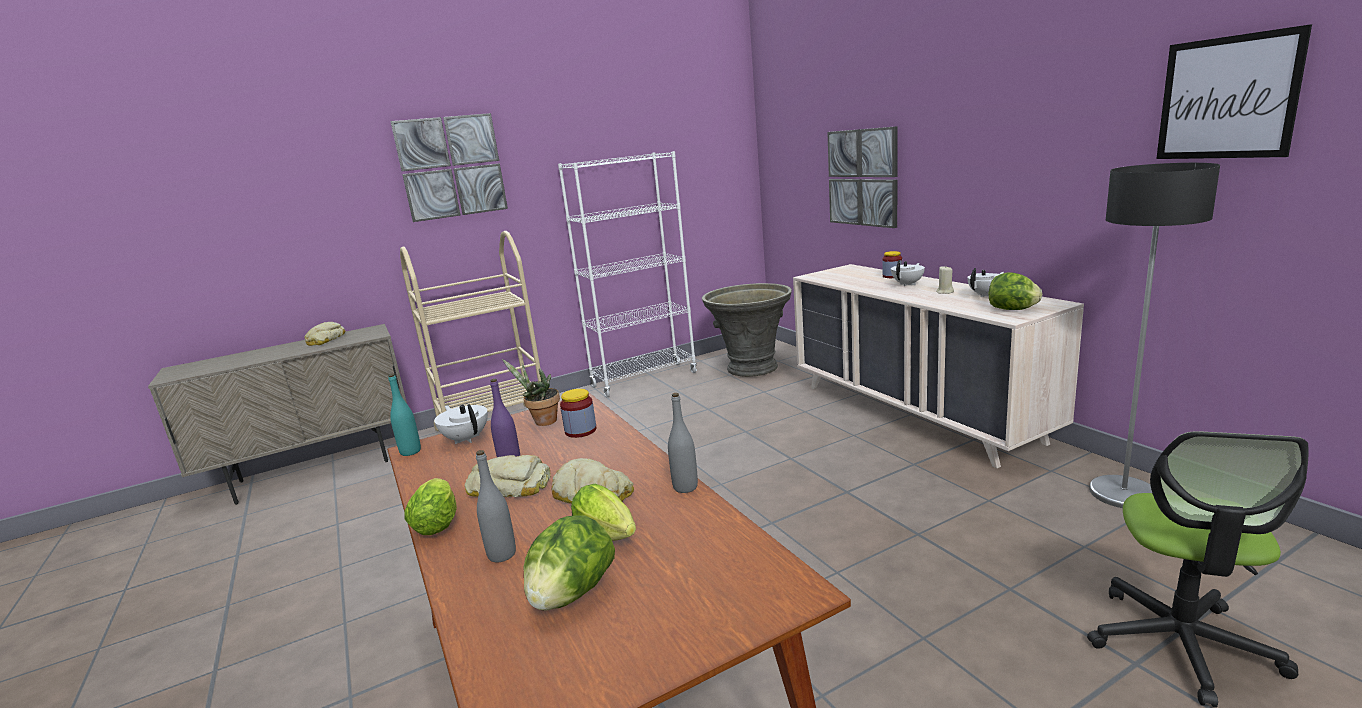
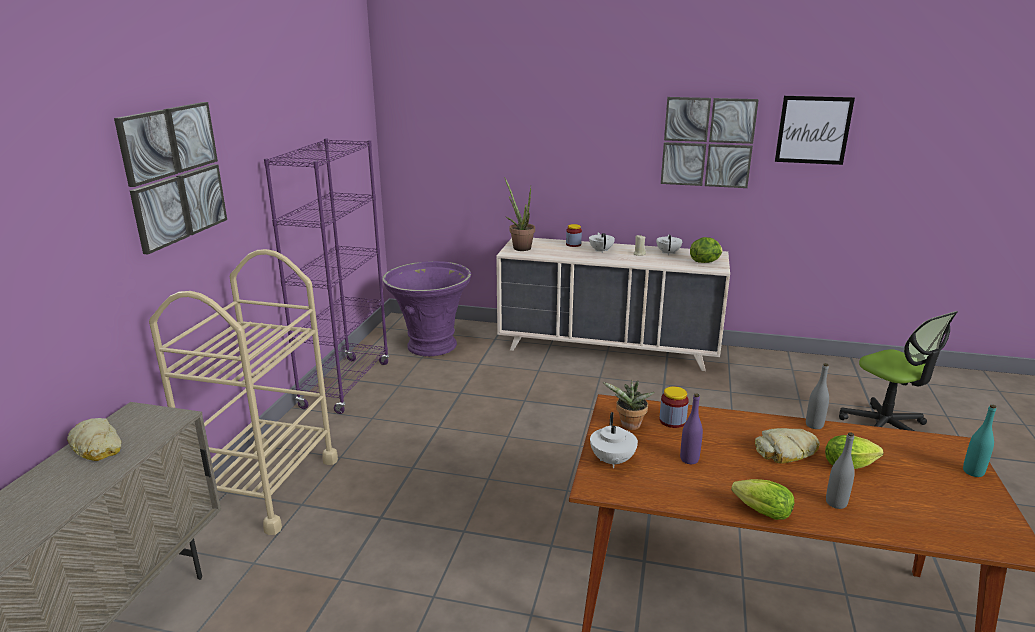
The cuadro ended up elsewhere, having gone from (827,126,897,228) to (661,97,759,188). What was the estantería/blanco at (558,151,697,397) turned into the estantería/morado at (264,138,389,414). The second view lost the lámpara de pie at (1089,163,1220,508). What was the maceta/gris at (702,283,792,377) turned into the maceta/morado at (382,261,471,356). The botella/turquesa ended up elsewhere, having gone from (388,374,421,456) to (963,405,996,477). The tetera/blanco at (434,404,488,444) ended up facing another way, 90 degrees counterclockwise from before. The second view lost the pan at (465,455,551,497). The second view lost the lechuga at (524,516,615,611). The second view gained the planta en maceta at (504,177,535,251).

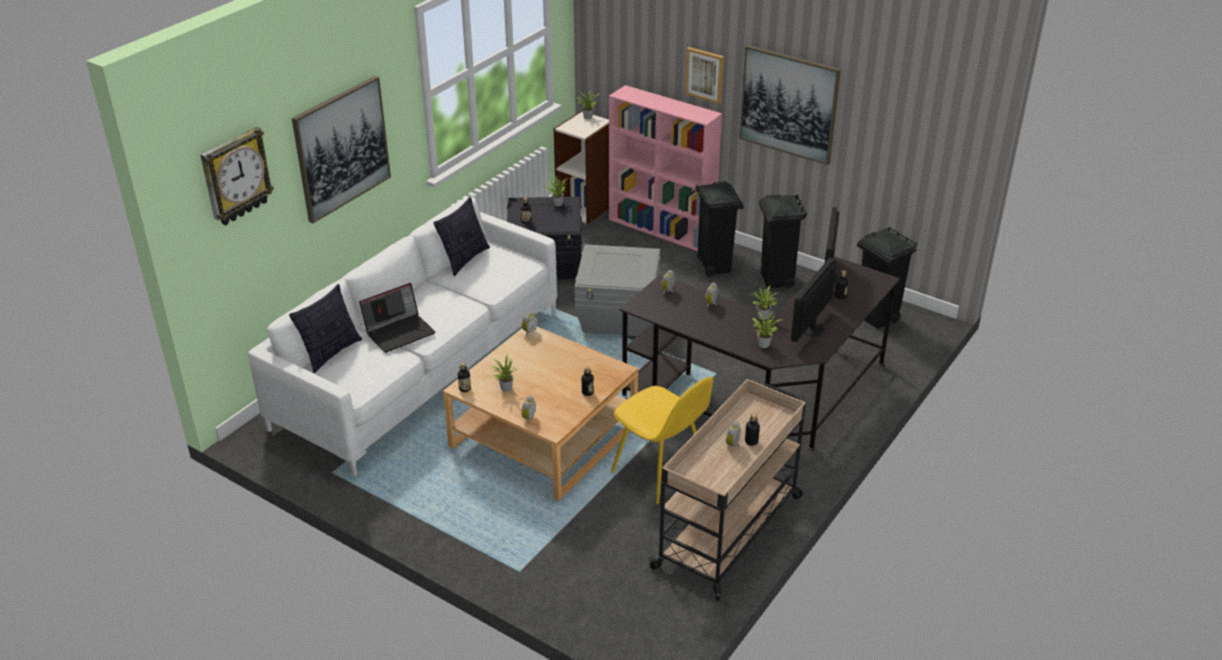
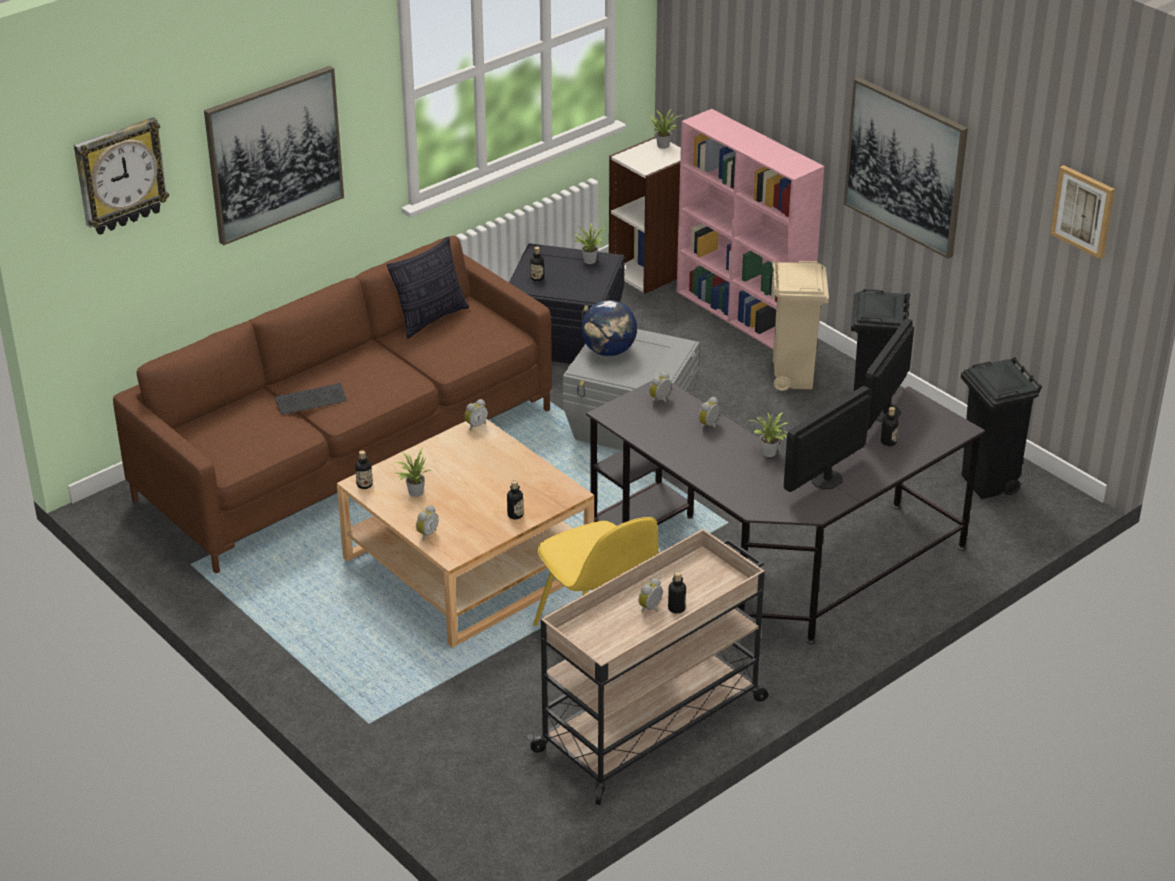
The cuadro ended up elsewhere, having gone from (685,47,724,104) to (1050,165,1115,259). What was the papelera/negro at (696,181,744,276) turned into the papelera/beis at (772,261,829,391). What was the sofá/blanco at (248,196,557,476) turned into the sofá/marrón at (113,236,552,574). Where the portátil stood at (359,283,435,353), the teclado came to stand at (274,383,347,415). The second view lost the cojín at (289,284,362,373). The second view lost the planta en maceta at (752,312,784,348). The second view gained the globo terráqueo at (581,300,637,356).

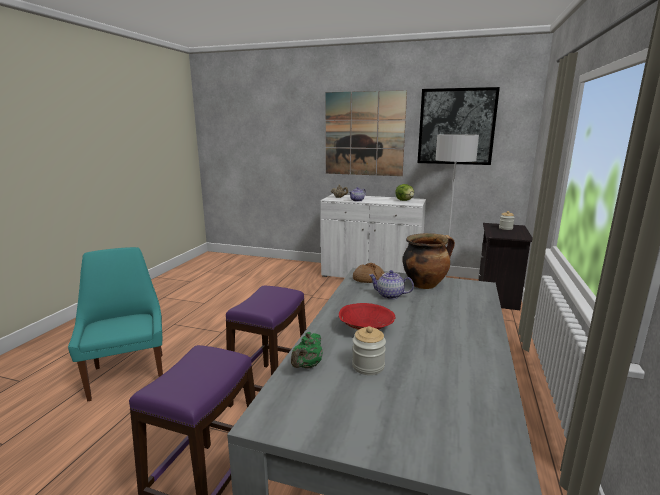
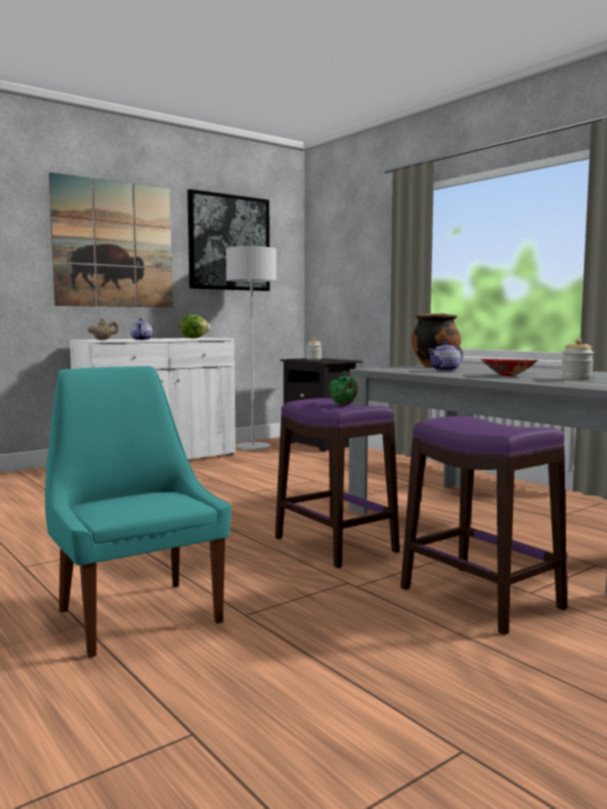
The silla/turquesa at (68,247,163,402) ended up facing another way, 45 degrees clockwise from before. The second view lost the pan at (353,263,385,283). The tetera/verde ended up elsewhere, having gone from (291,332,323,369) to (329,371,359,404).

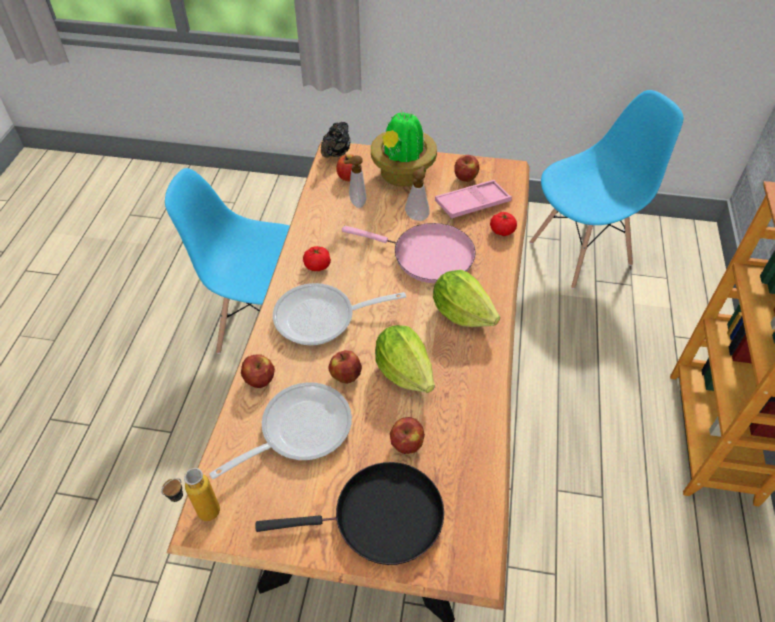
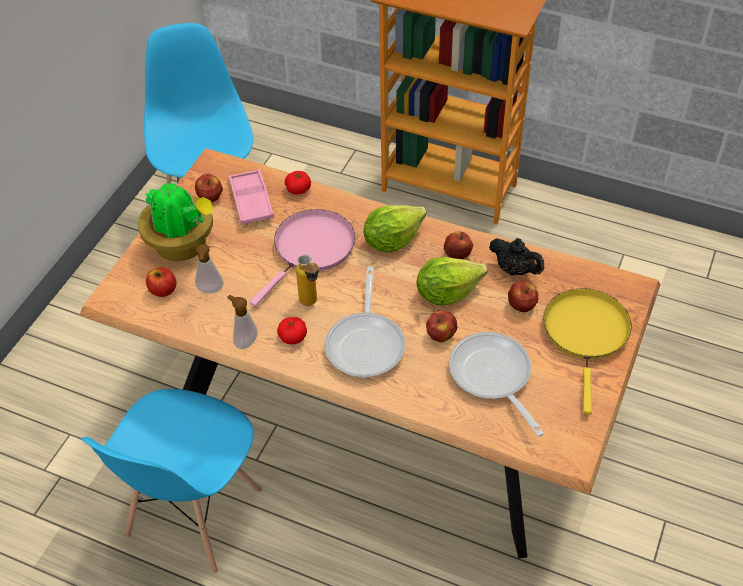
The tetera/negro ended up elsewhere, having gone from (321,122,350,158) to (489,238,544,276). The dispensador de jabón ended up elsewhere, having gone from (405,166,430,221) to (228,295,258,349). The manzana ended up elsewhere, having gone from (241,354,275,388) to (444,231,473,259). What was the sartén/negro at (256,462,444,565) turned into the sartén/amarillo at (543,288,632,414). The botella ended up elsewhere, having gone from (161,468,220,521) to (296,255,319,306).

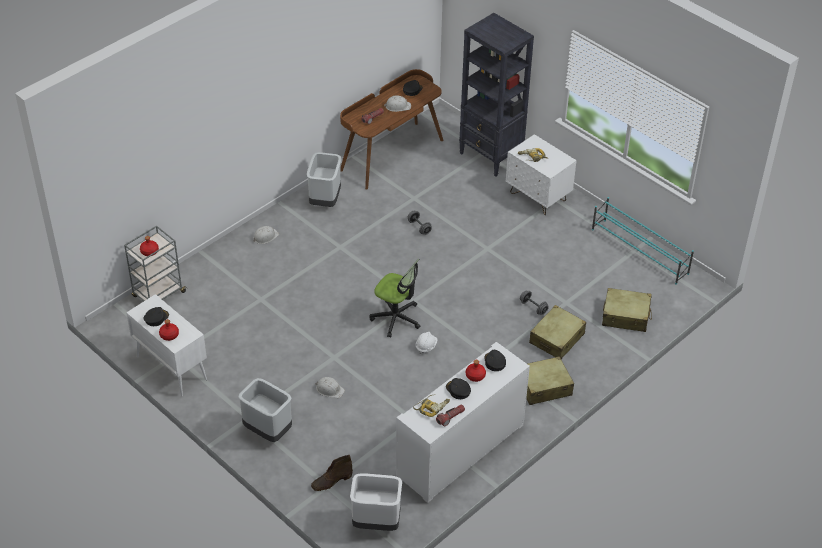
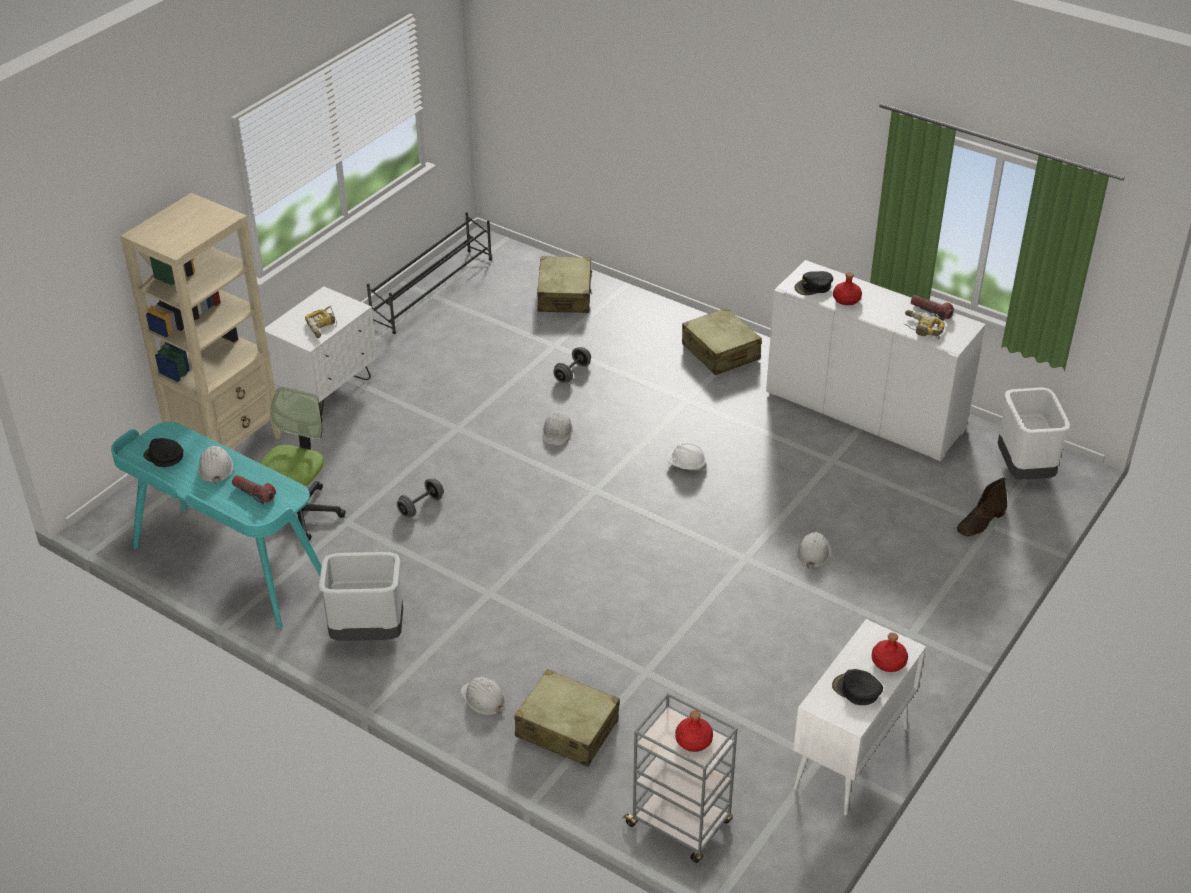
What was the estantería/negro at (459,13,534,177) turned into the estantería/beis at (120,193,281,449). What was the escritorio/marrón at (340,69,444,190) turned into the escritorio/turquesa at (111,422,322,629). What was the zapatero/turquesa at (592,197,694,285) turned into the zapatero/negro at (367,212,492,334). The silla de oficina ended up elsewhere, having gone from (370,259,420,338) to (260,387,346,541). The maleta/beis ended up elsewhere, having gone from (529,305,586,359) to (515,669,620,767). The second view lost the papelera/gris at (238,378,292,442). The second view lost the gorra/negro at (446,378,471,399). The bota/marrón at (311,455,353,491) ended up facing another way, 90 degrees clockwise from before. The second view gained the casco/blanco at (542,411,573,446).

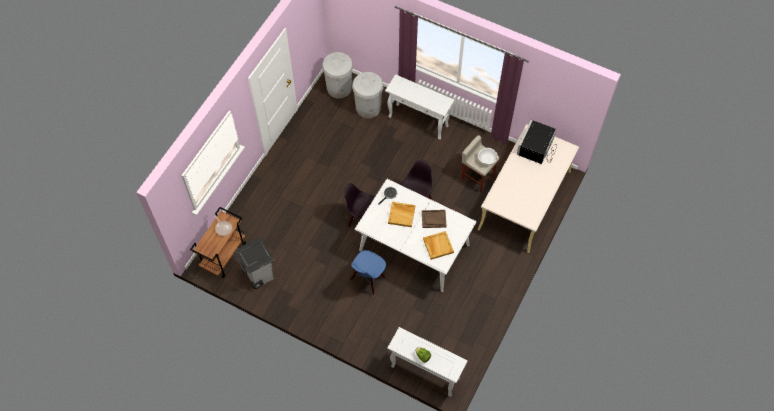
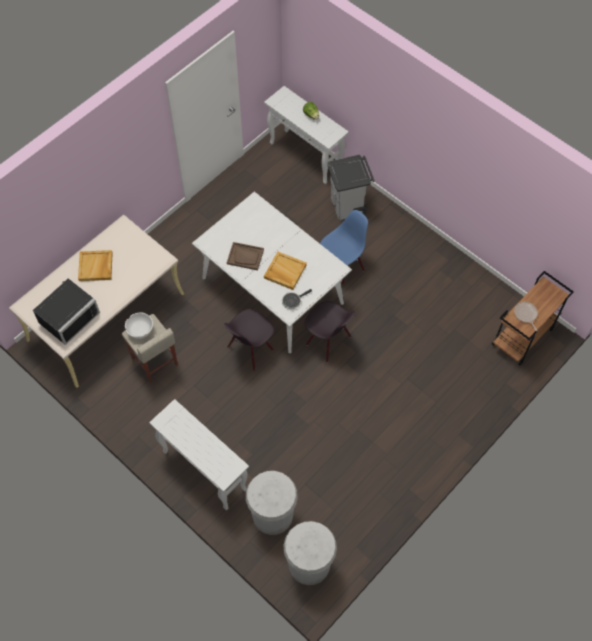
The bandeja/beis ended up elsewhere, having gone from (423,231,454,260) to (78,250,113,281). The papelera/gris ended up elsewhere, having gone from (233,237,274,289) to (328,155,375,220).

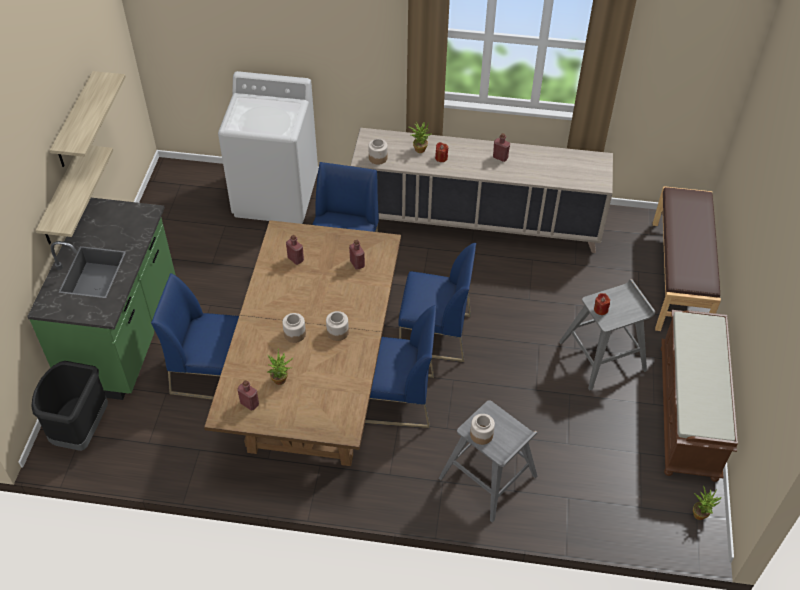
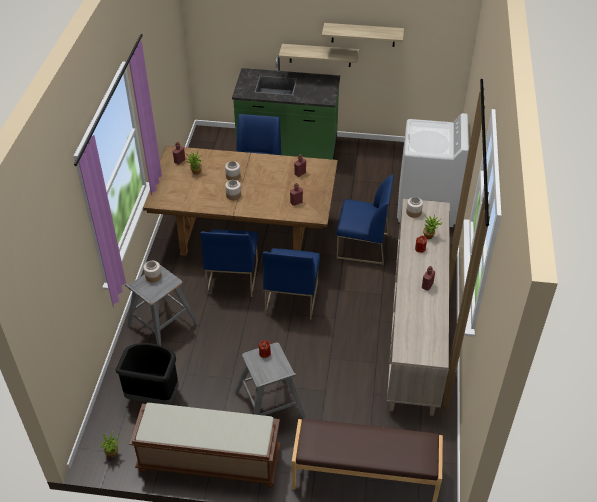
The papelera/negro ended up elsewhere, having gone from (31,361,108,451) to (116,343,179,405).

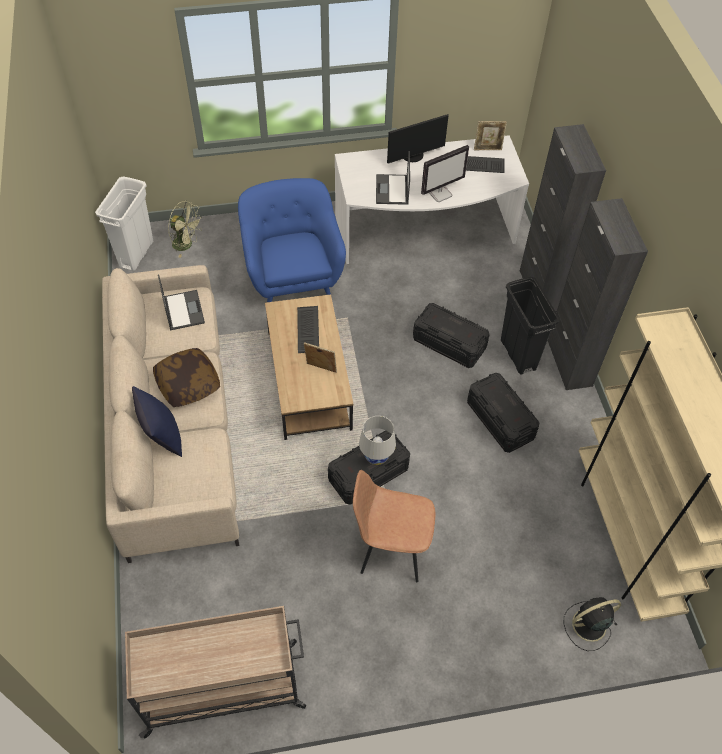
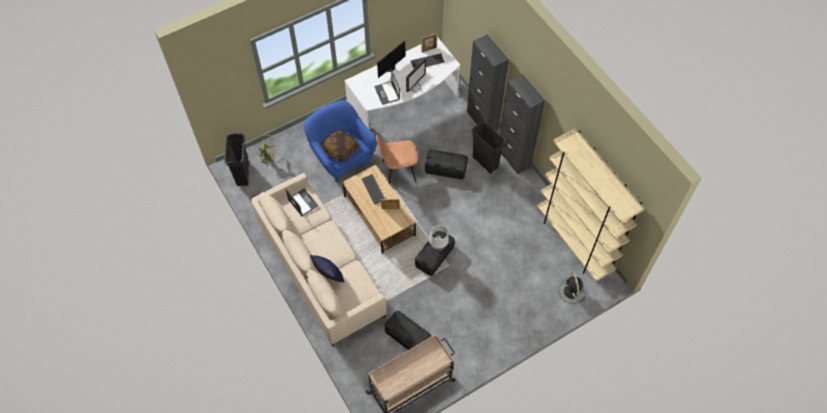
What was the papelera/blanco at (95,177,153,271) turned into the papelera/negro at (224,133,249,186). The cojín ended up elsewhere, having gone from (153,348,220,407) to (321,130,359,162). The caja de almacenaje/negro ended up elsewhere, having gone from (467,373,539,453) to (384,311,431,350). The silla/marrón ended up elsewhere, having gone from (353,470,435,582) to (376,135,418,184). The ventilador/negro at (564,597,621,651) ended up facing another way, 60 degrees counterclockwise from before.

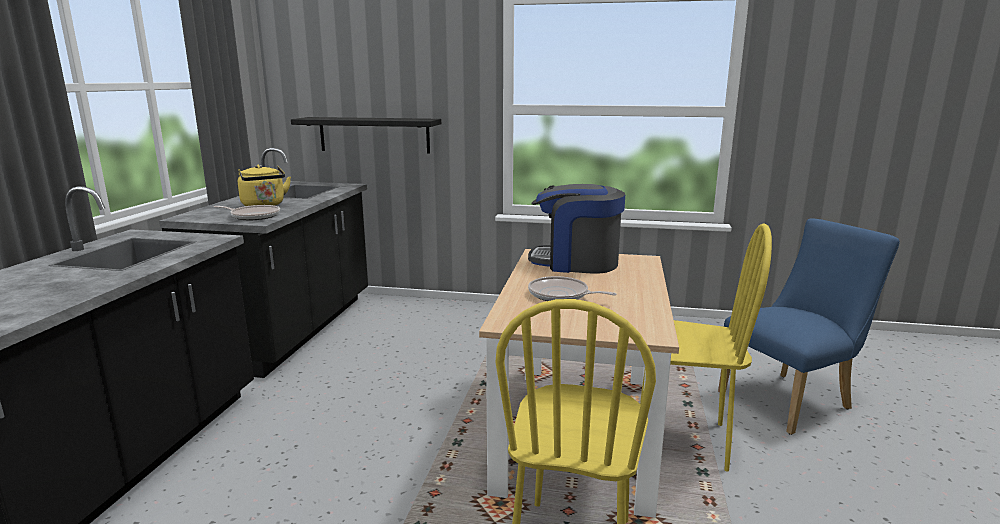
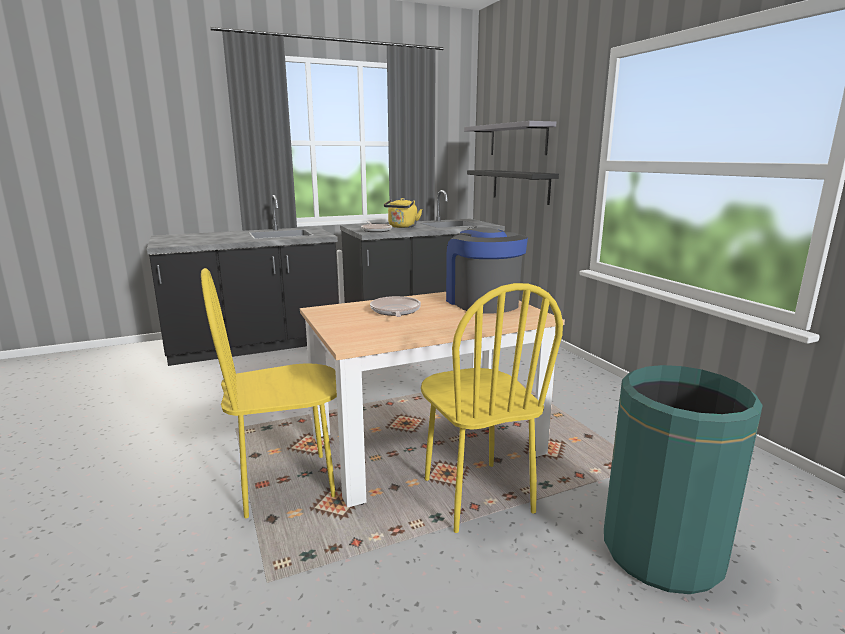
Where the silla/azul stood at (718,218,900,435), the papelera/verde came to stand at (604,365,763,594). The second view gained the estante/gris at (464,121,556,155).

